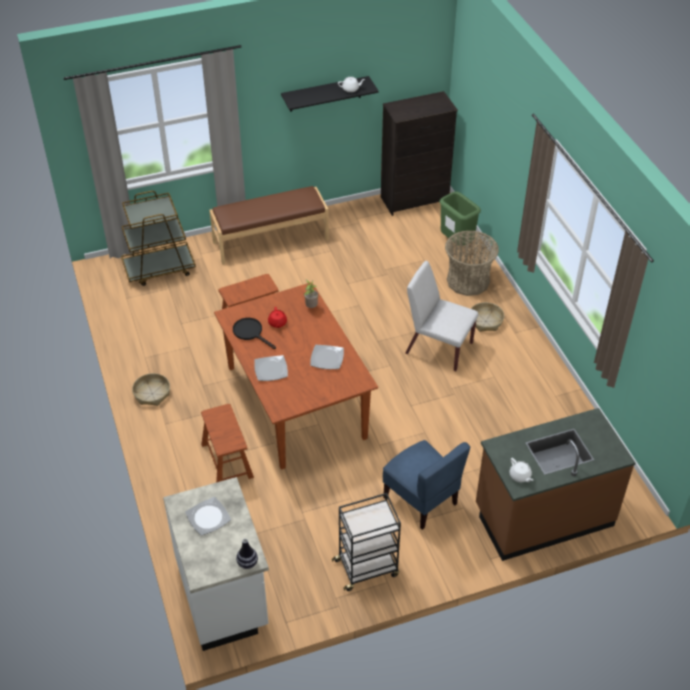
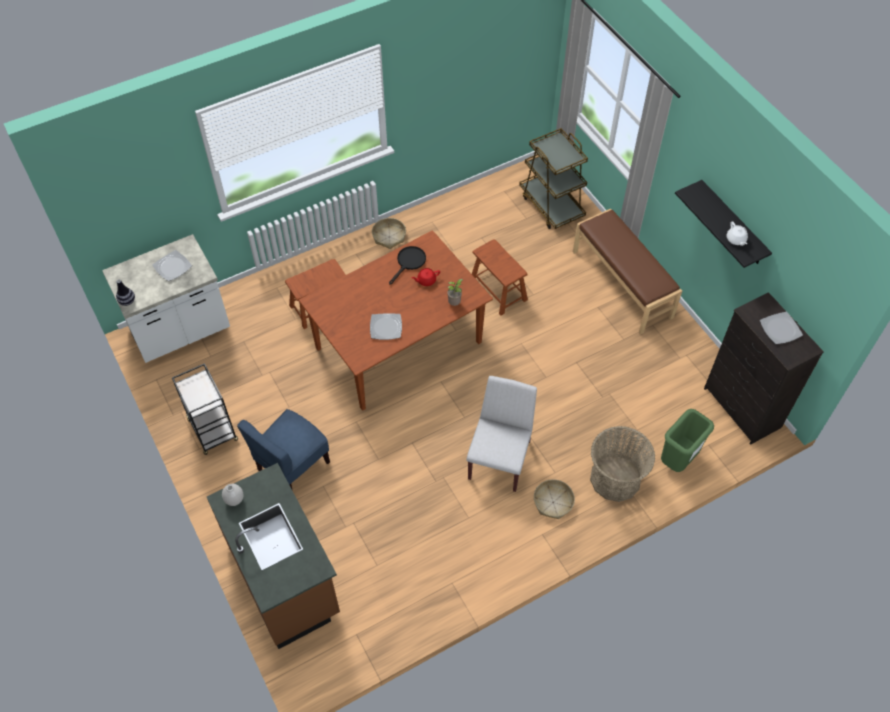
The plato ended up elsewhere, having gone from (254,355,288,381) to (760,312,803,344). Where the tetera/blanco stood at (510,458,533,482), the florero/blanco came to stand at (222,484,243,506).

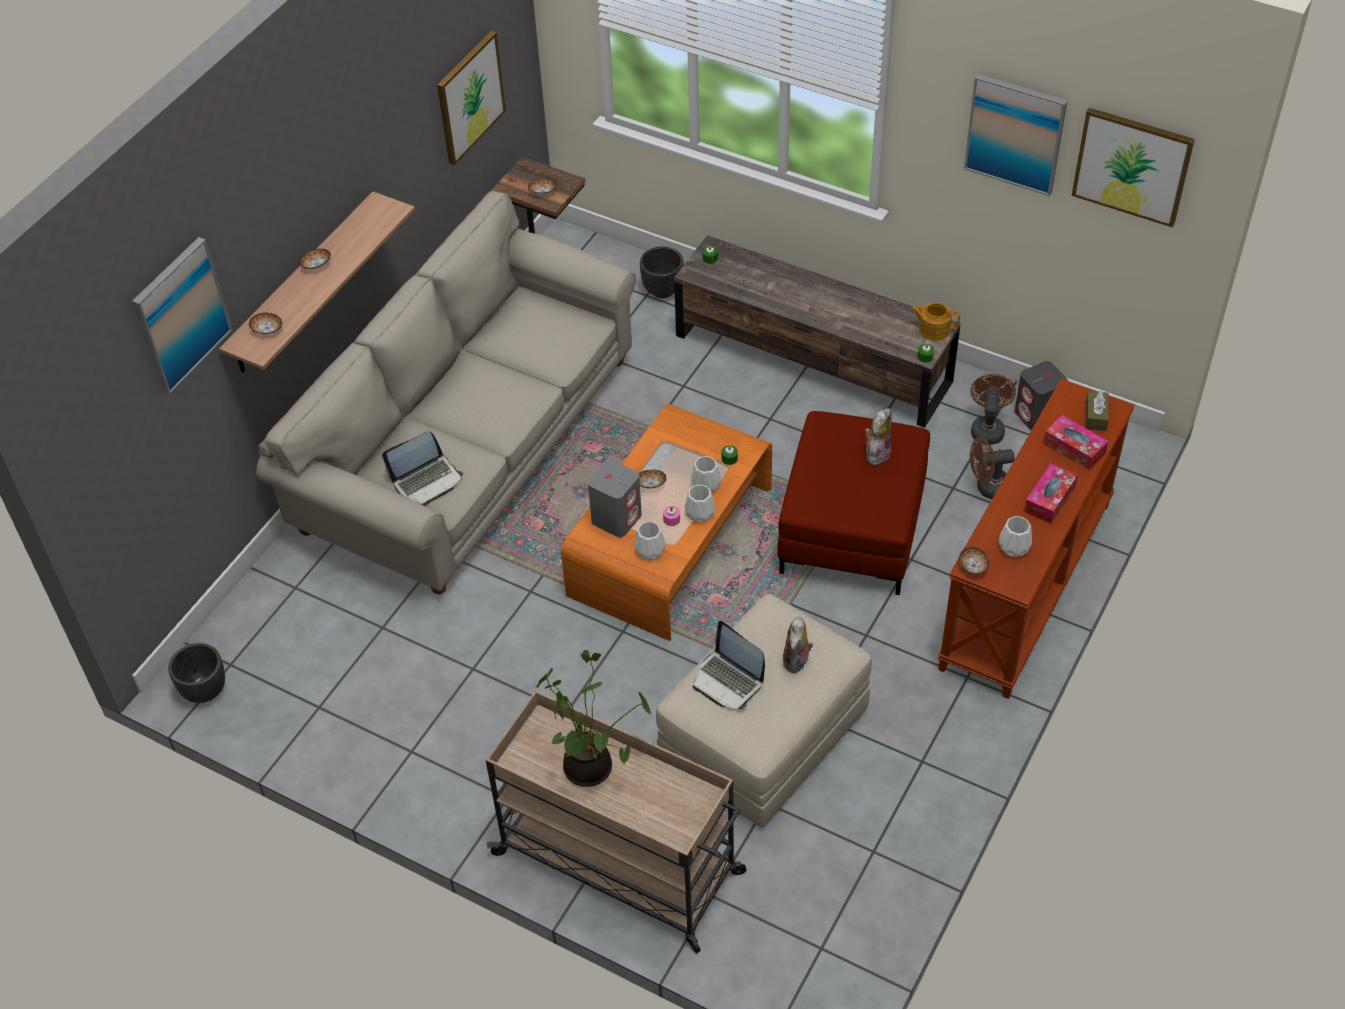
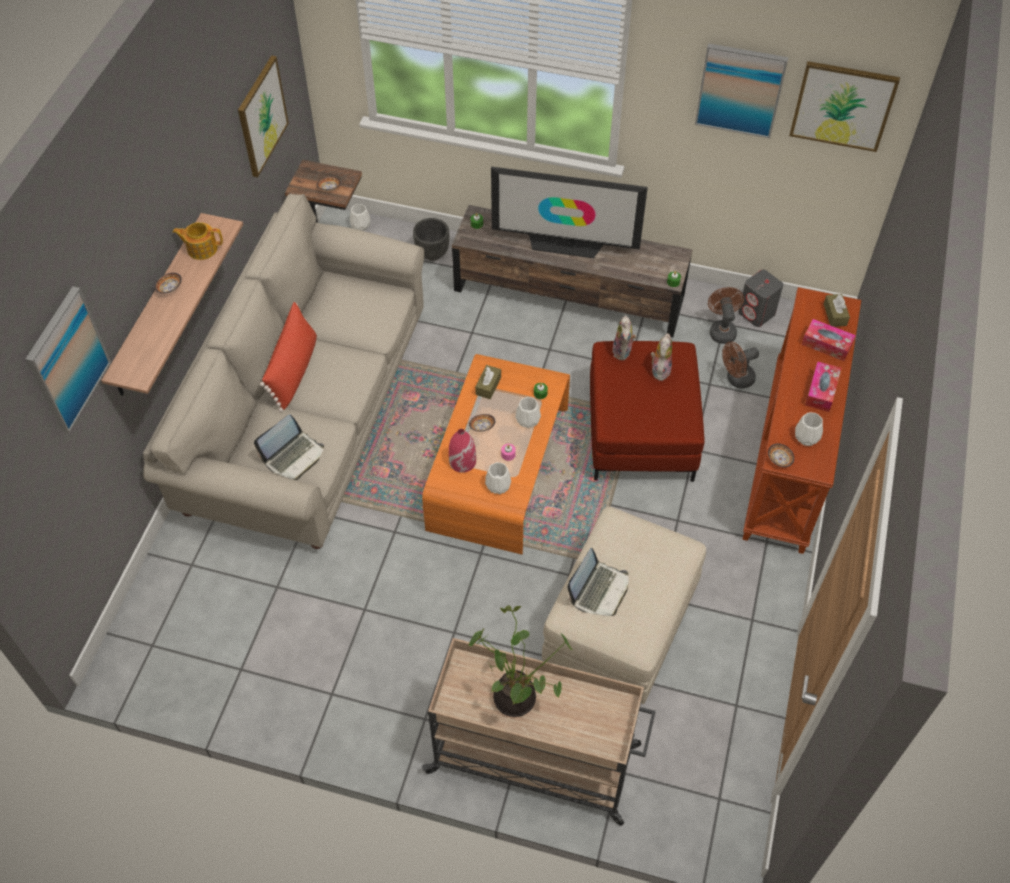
The tetera ended up elsewhere, having gone from (911,302,960,341) to (172,222,223,260). The second view lost the cuenco at (249,313,282,334). Where the altavoz/gris stood at (588,460,642,537), the florero/rojo came to stand at (449,429,476,473). The florero/blanco ended up elsewhere, having gone from (685,485,715,522) to (350,204,371,231). The peluche ended up elsewhere, having gone from (783,616,813,673) to (613,316,637,360). The portátil at (693,621,765,709) ended up facing another way, 90 degrees counterclockwise from before. The second view lost the maceta/negro at (168,643,225,703). The second view gained the televisor at (491,167,648,258). The second view gained the cojín/rojo at (260,302,317,412). The second view gained the caja de pañuelos/marrón at (475,365,501,399).

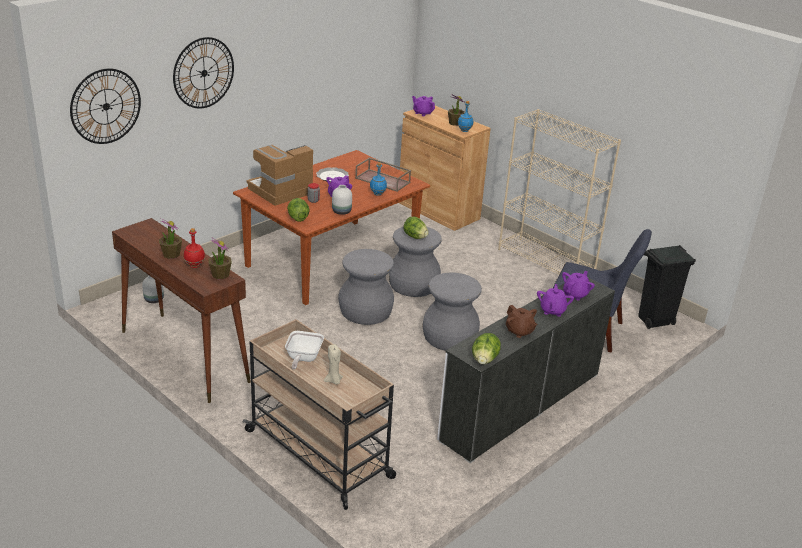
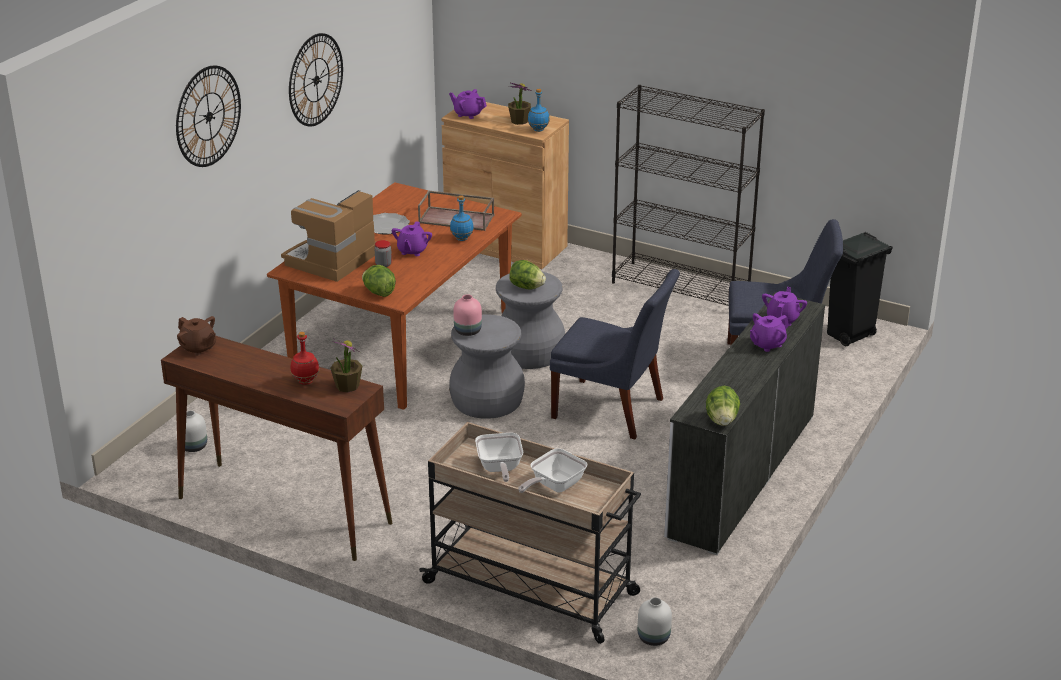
The reloj de pared ended up elsewhere, having gone from (70,68,141,144) to (289,33,343,127). What was the estantería/beis at (498,109,621,275) turned into the estantería/negro at (612,85,765,306). The florero/blanco ended up elsewhere, having gone from (332,185,352,215) to (638,597,672,646). The second view lost the planta en maceta at (159,218,182,259). Where the taburete/gris stood at (423,273,482,351), the silla/azul came to stand at (550,269,680,439). The tetera/morado at (537,284,574,316) ended up facing another way, 120 degrees counterclockwise from before. The tetera/marrón ended up elsewhere, having gone from (506,305,537,338) to (177,316,216,356). Where the vela/beis stood at (324,344,343,384), the sartén came to stand at (518,448,587,493). The second view gained the florero/rosa at (453,294,482,336).

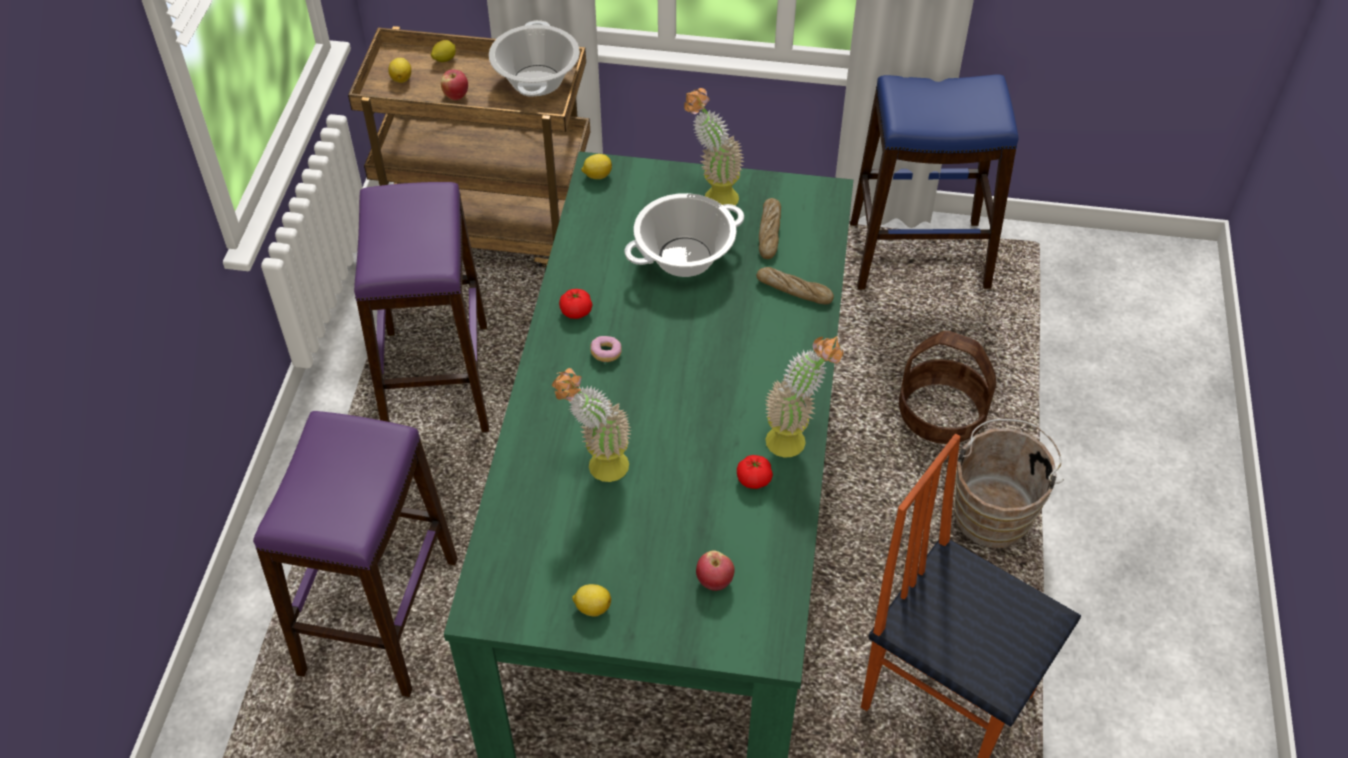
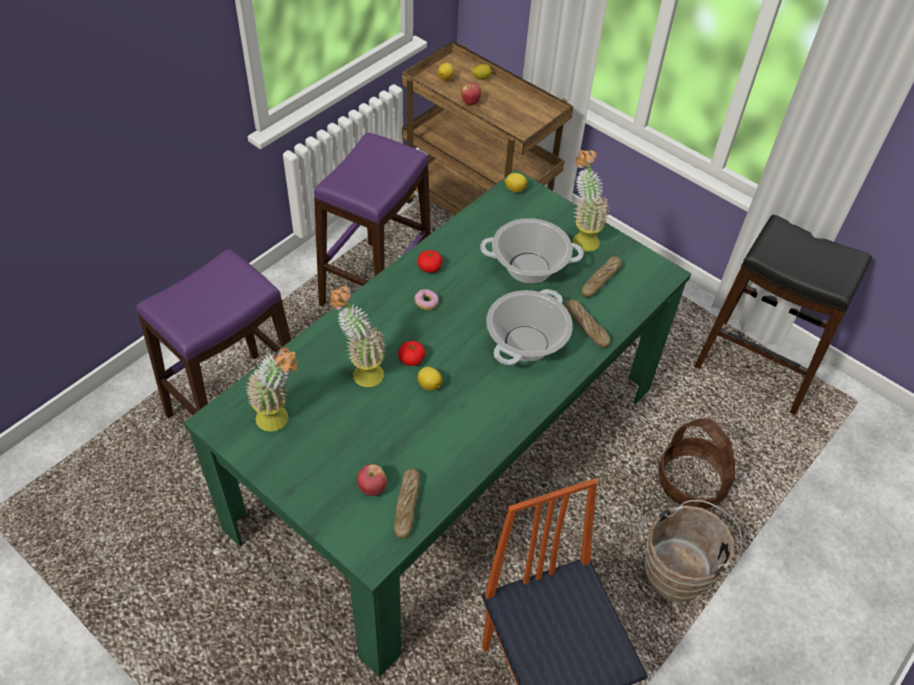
The olla ended up elsewhere, having gone from (489,20,580,97) to (486,289,573,365). What was the taburete/azul at (850,75,1019,290) turned into the taburete/negro at (694,215,872,415). The planta en maceta ended up elsewhere, having gone from (765,336,843,458) to (245,347,299,432). The tomate ended up elsewhere, having gone from (737,455,773,489) to (398,341,426,366). The limón ended up elsewhere, having gone from (572,584,611,616) to (418,367,442,391). The second view gained the pan at (394,469,420,538).

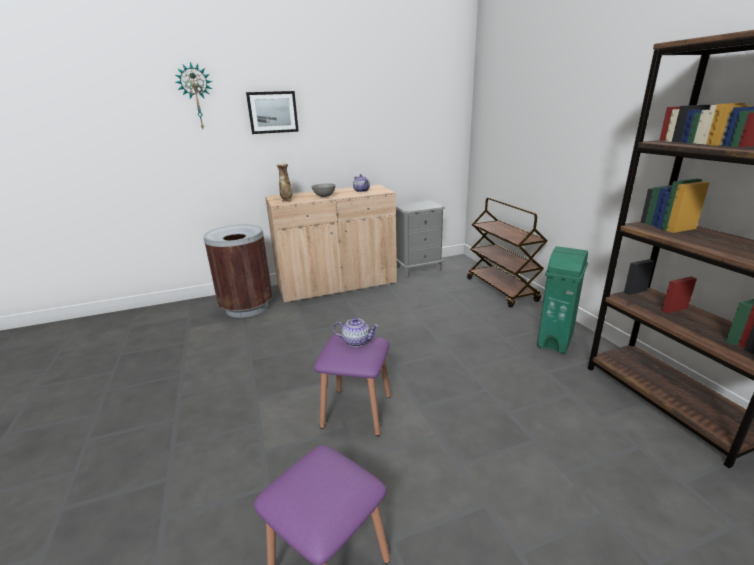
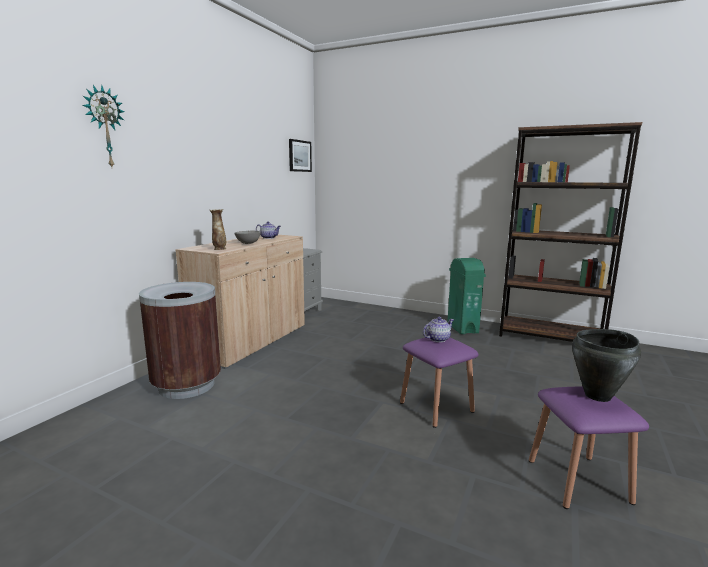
The cuadro ended up elsewhere, having gone from (246,91,299,134) to (289,139,312,172). The second view lost the carrito/marrón at (467,198,548,307). The second view gained the olla/negro at (572,329,641,402).

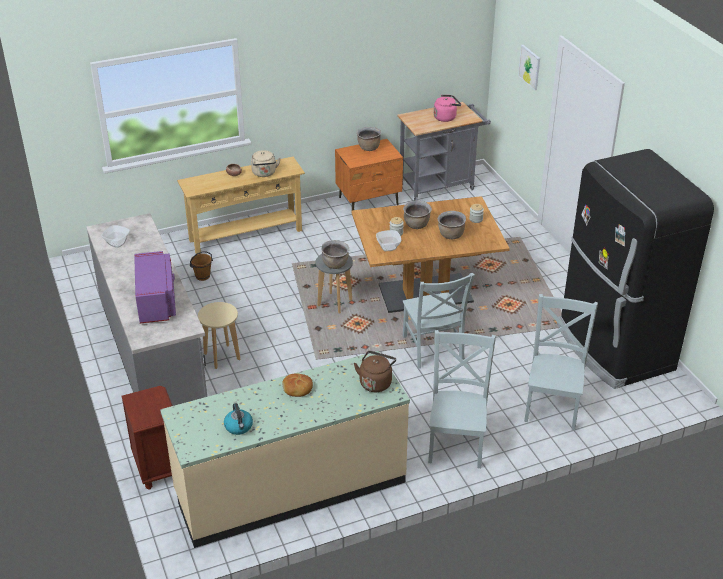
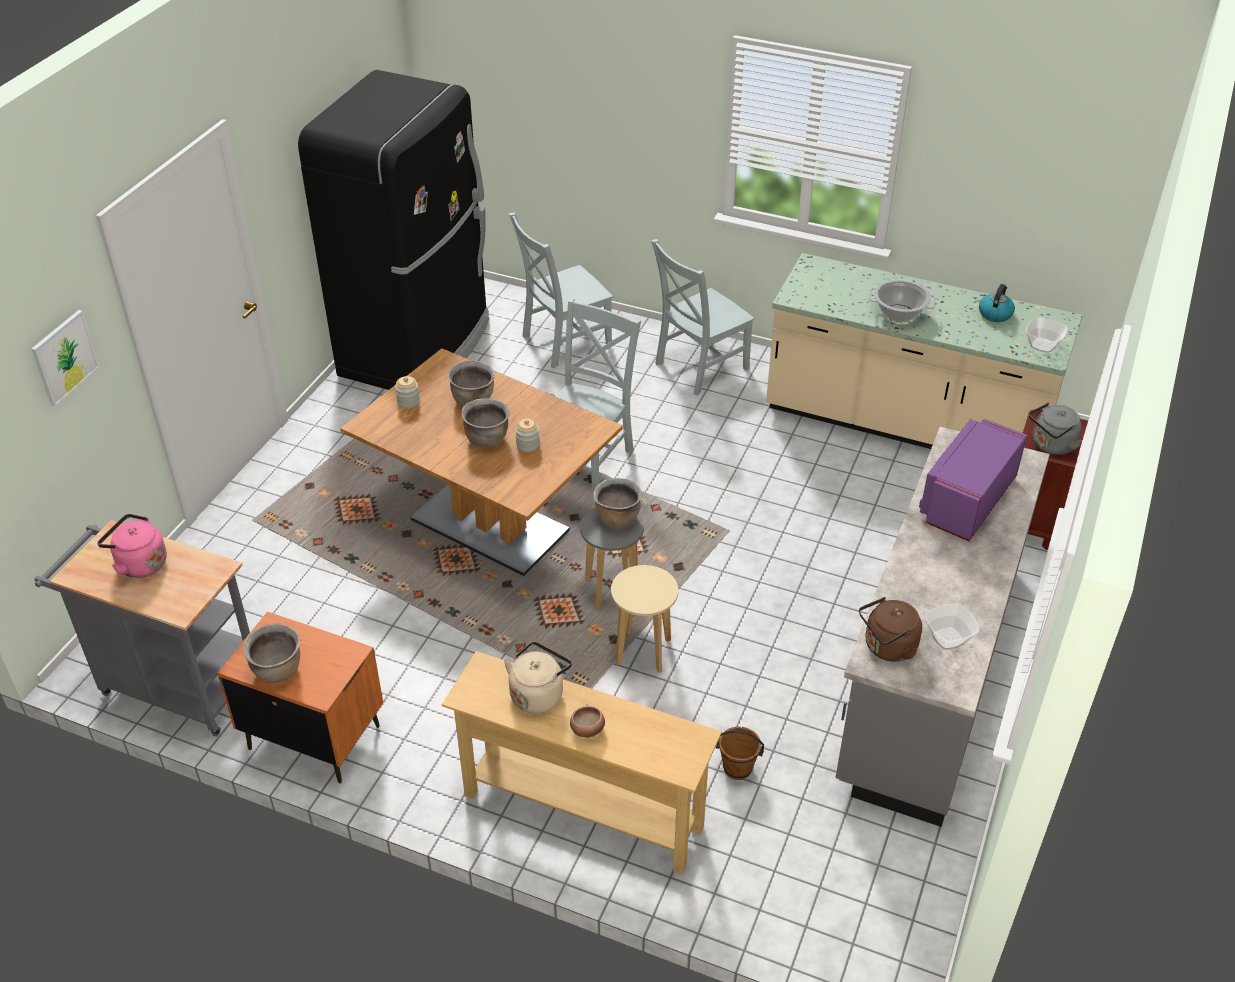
The cuenco ended up elsewhere, having gone from (376,230,401,251) to (1026,317,1068,353). The taburete/beis ended up elsewhere, having gone from (198,302,240,369) to (611,565,678,673). The hervidor/marrón ended up elsewhere, having gone from (354,351,396,392) to (859,597,922,662). Where the pan stood at (282,374,313,397), the olla came to stand at (868,280,936,322). The second view gained the hervidor/gris at (1029,403,1082,455).

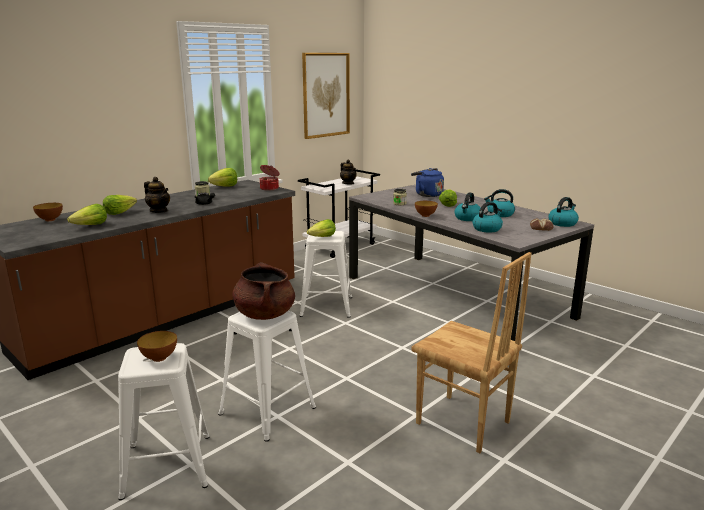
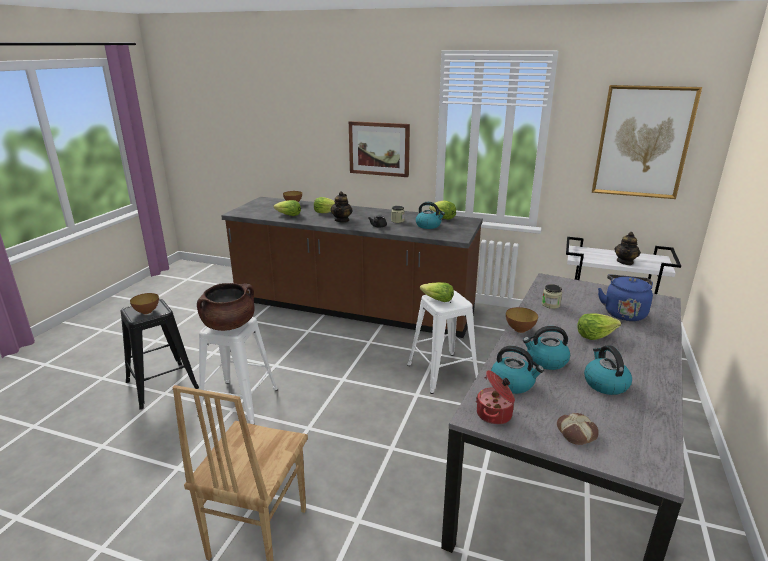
The olla ended up elsewhere, having gone from (260,165,280,191) to (476,370,515,425). The hervidor ended up elsewhere, having gone from (548,197,579,227) to (416,202,445,229). What was the taburete/blanco at (118,343,210,500) turned into the taburete/negro at (121,299,199,410). The second view gained the cuadro at (349,121,410,177).

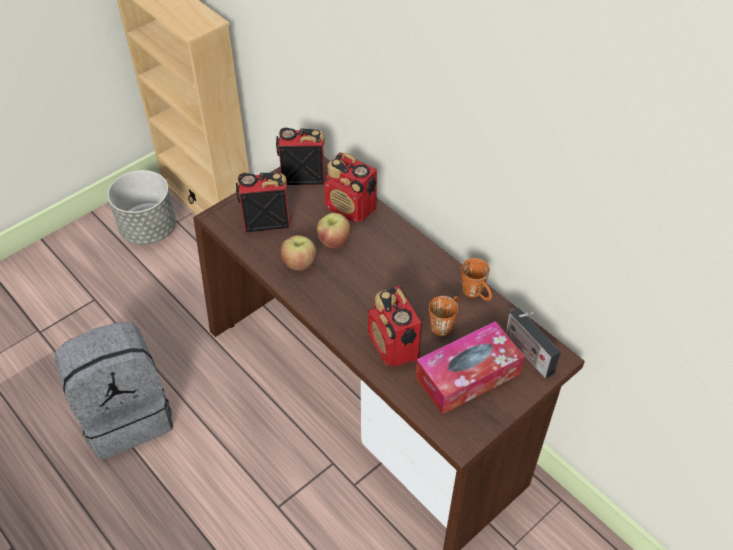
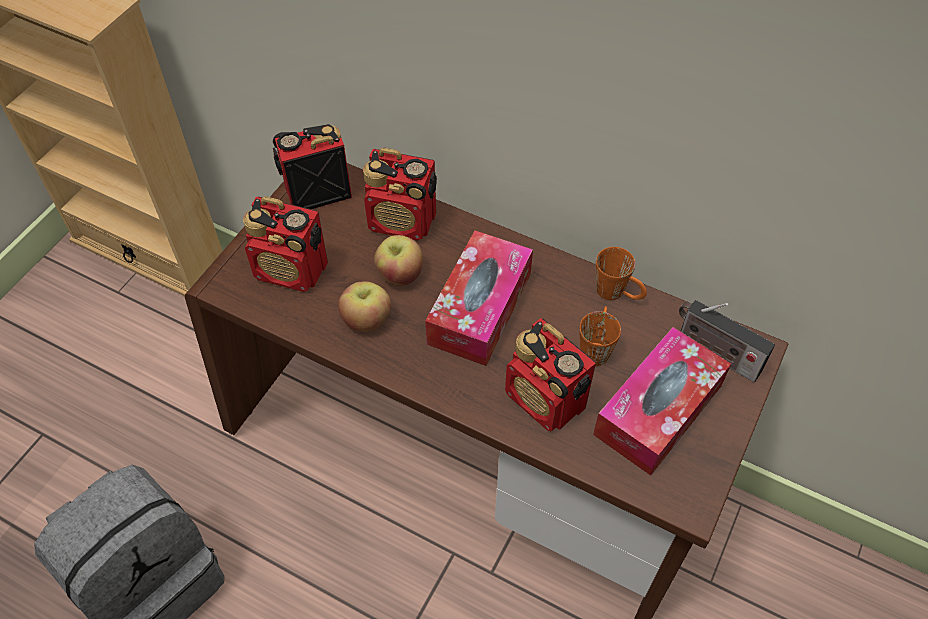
The second view lost the maceta/gris at (108,170,176,245). The radio at (236,172,290,232) ended up facing another way, 135 degrees counterclockwise from before. The second view gained the caja de pañuelos at (425,231,533,366).

